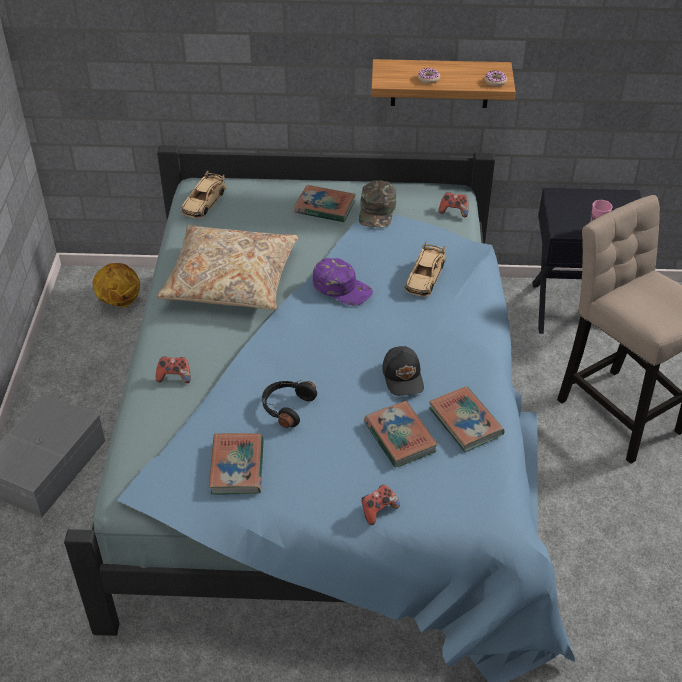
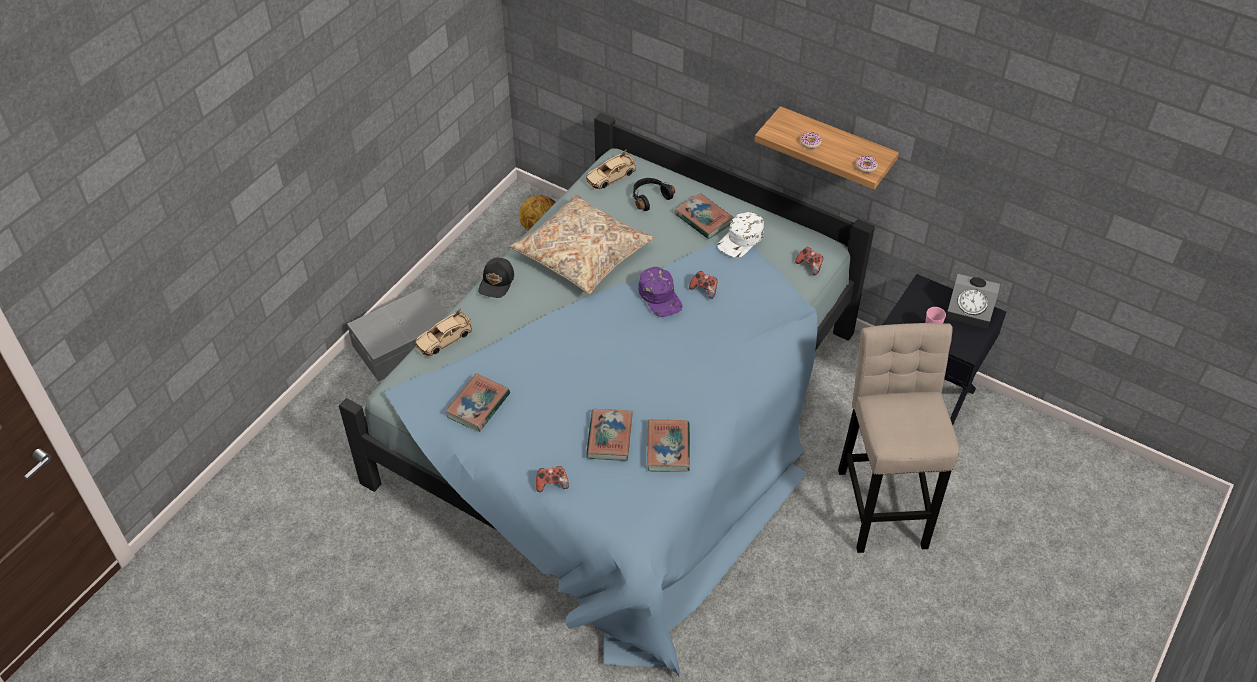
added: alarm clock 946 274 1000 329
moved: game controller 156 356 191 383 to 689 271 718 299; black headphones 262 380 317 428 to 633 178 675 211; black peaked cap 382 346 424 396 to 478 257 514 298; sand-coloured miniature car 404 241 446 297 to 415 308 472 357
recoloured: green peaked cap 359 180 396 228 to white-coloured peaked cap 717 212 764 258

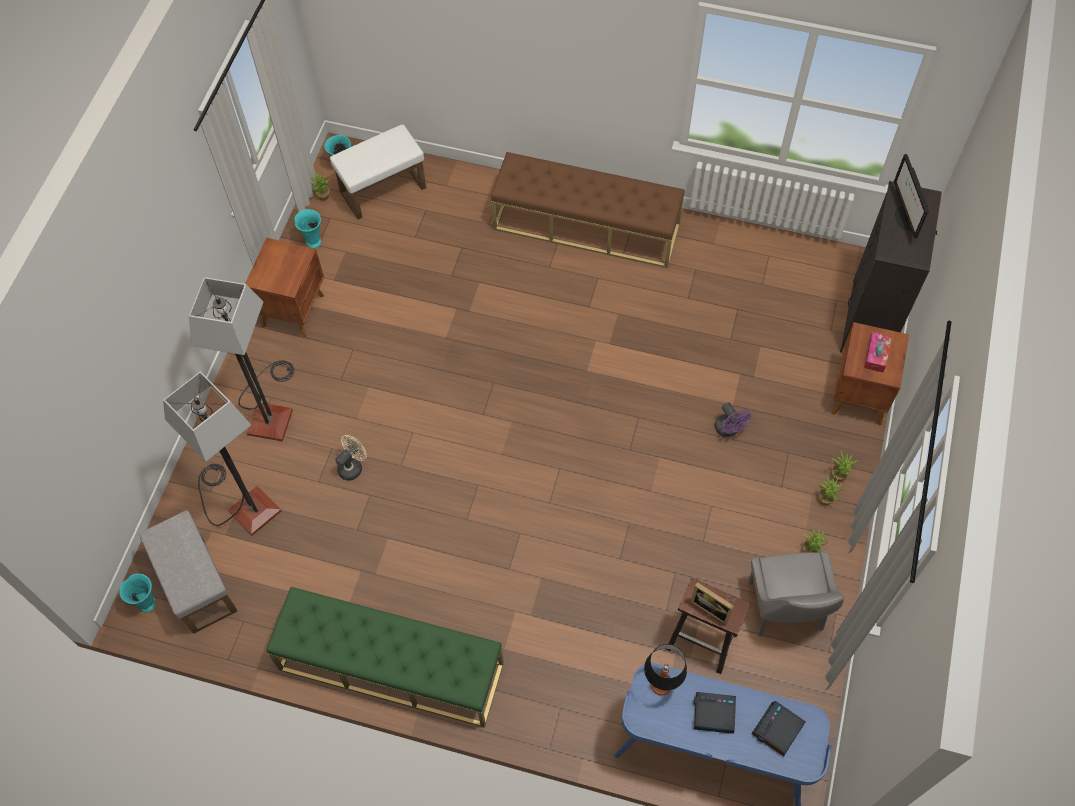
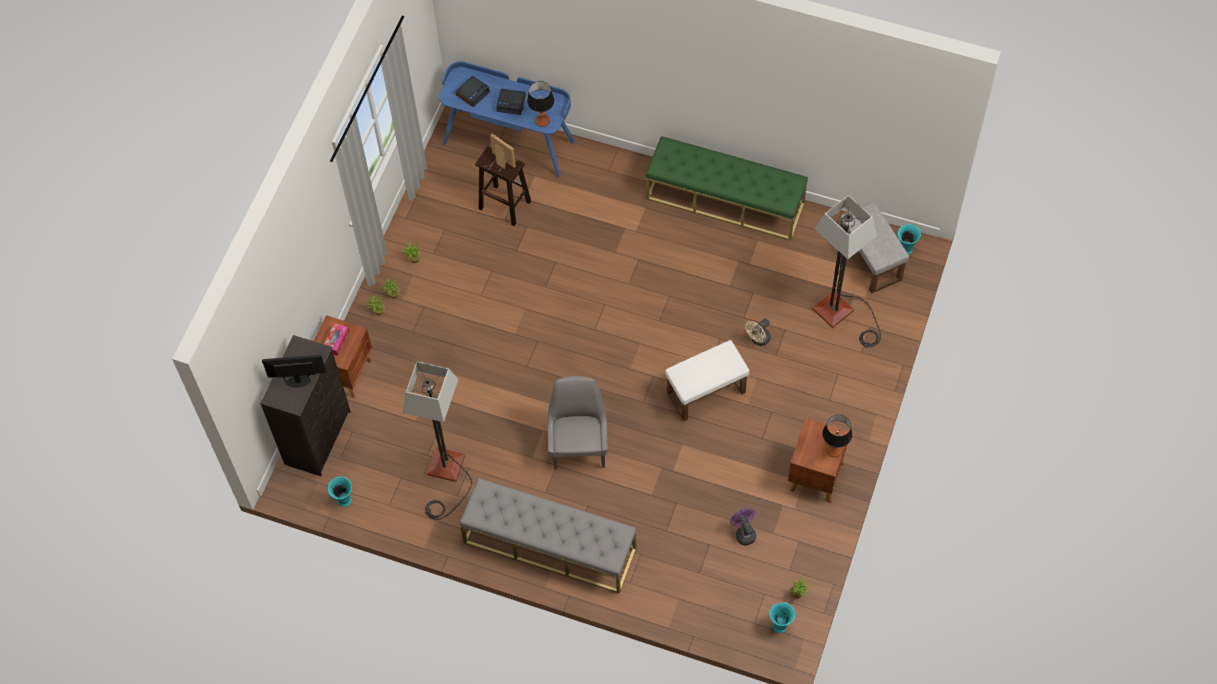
added: tabletop lamp 822 415 852 457
moved: standing lamp 189 277 294 442 to 403 361 472 520; blue-green vase 294 209 321 248 to 328 477 352 507; white-coloured ottoman 330 124 426 220 to 665 340 749 421; purplish cooling fan 715 402 751 437 to 730 508 756 545; gray chair 749 551 844 637 to 548 376 608 469
recoloured: brown-coloured indoor bench 491 152 685 268 to gray indoor bench 460 478 637 594
turned: computer screen 894 154 928 238 = 262 355 326 387 90 degrees counterclockwise

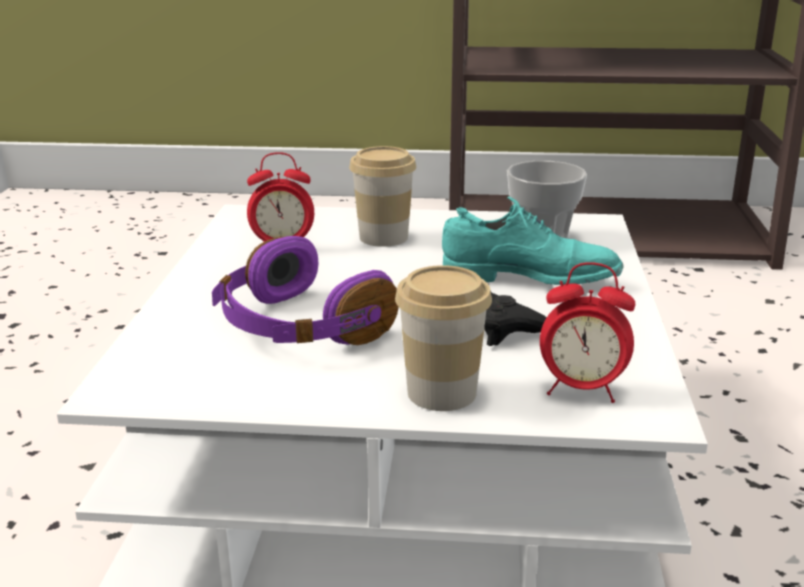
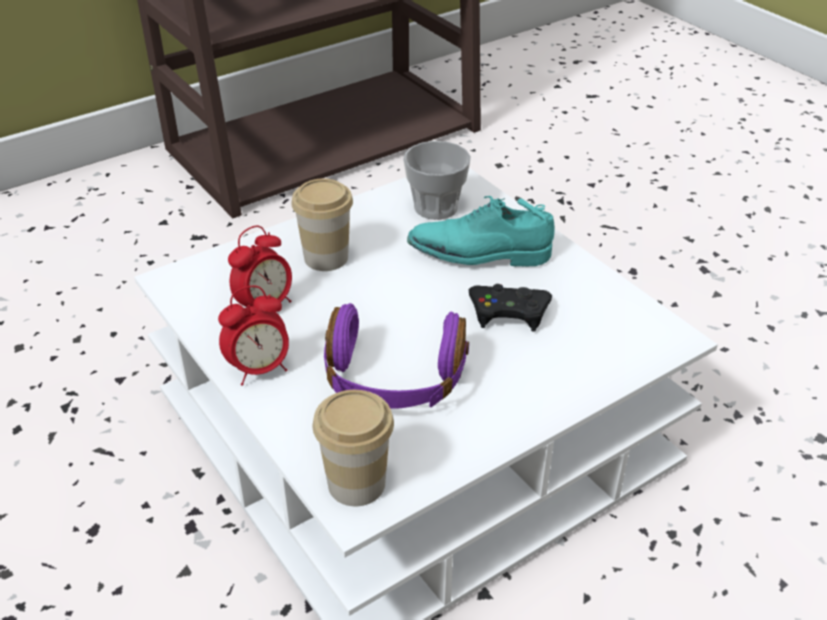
moved: drinking cup 395 265 492 411 to 313 390 394 506; alarm clock 540 262 635 403 to 218 285 289 386
turned: blue-green item of footwear 442 196 624 285 = 407 196 554 266 150 degrees counterclockwise

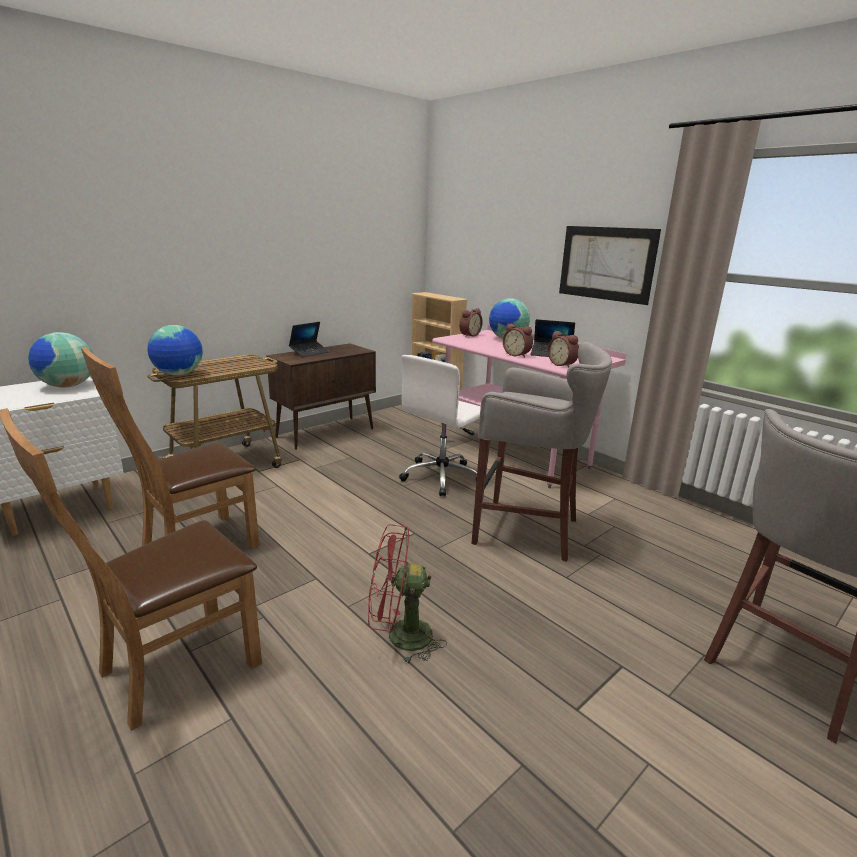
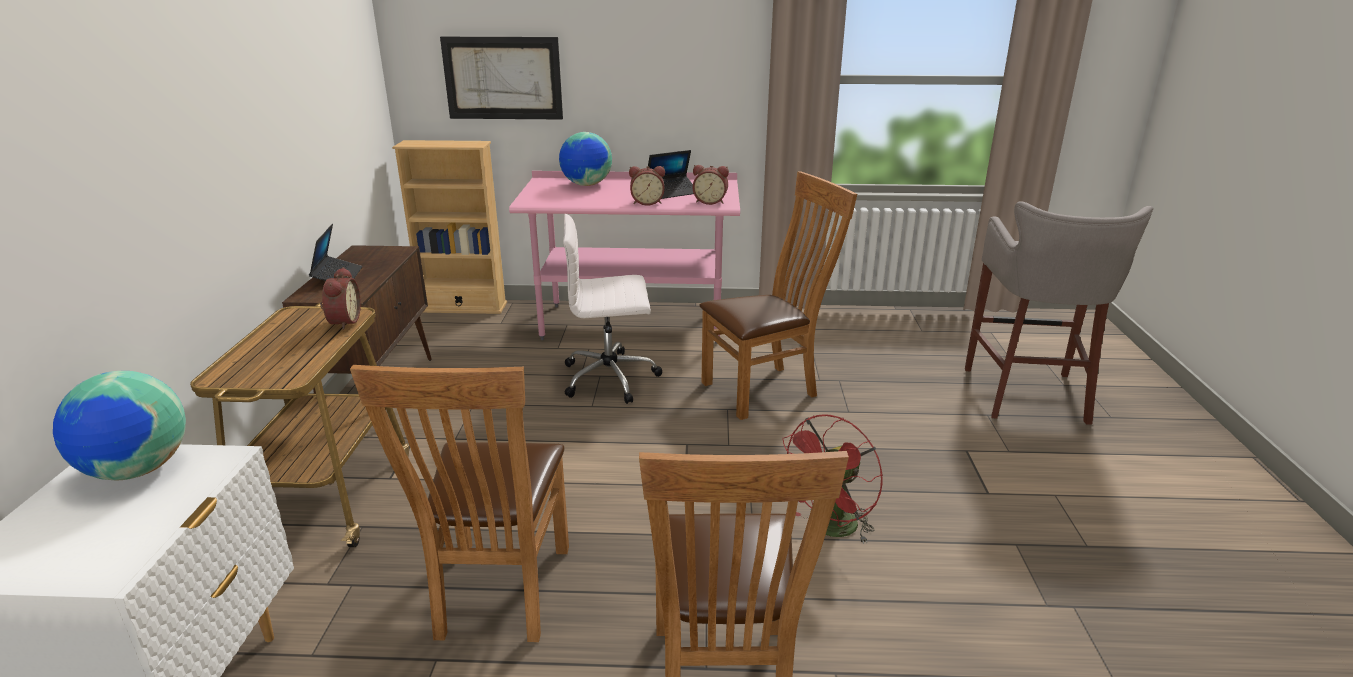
removed: desk globe 147 325 203 376
moved: alarm clock 459 308 483 337 to 320 267 361 330; picture 559 226 661 305 to 440 37 563 120
replaced: gray stool seat 471 342 612 562 to brown-coloured chair 700 171 857 420
turned: white-coloured computer chair 399 355 481 497 = 563 214 663 404 90 degrees clockwise

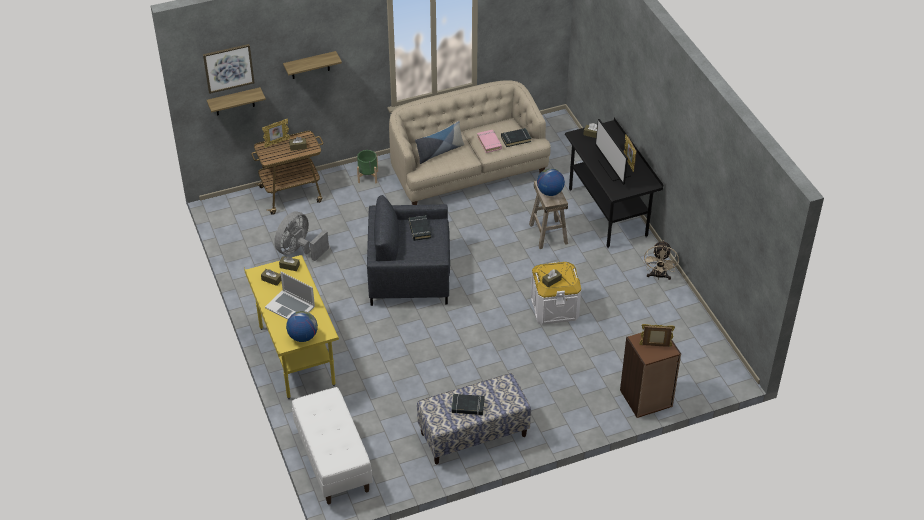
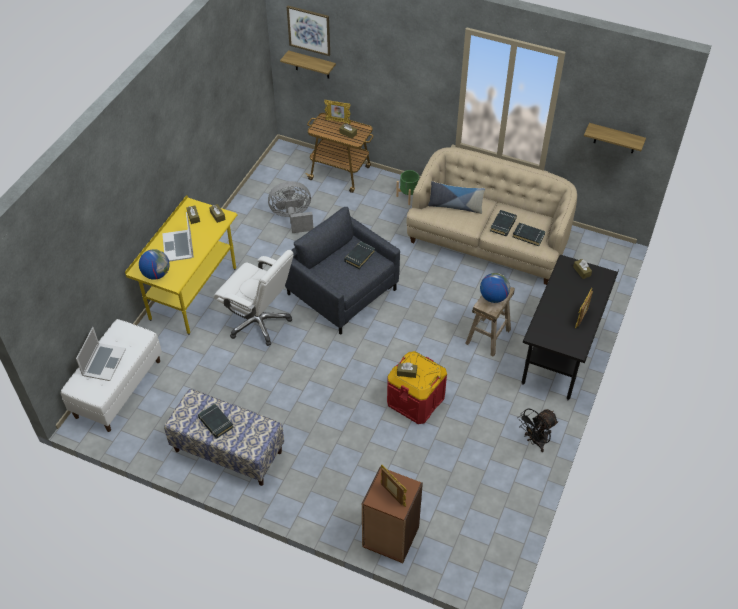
removed: computer screen 595 119 631 185
added: notebook computer 76 327 126 381; white-coloured computer chair 214 250 293 346
moved: shelf 283 51 342 79 to 584 123 646 153
recoloured: pinkish bound book 477 130 502 153 to black bound book 490 210 517 236; white-coloured storage container 531 262 581 325 to red storage container 387 351 447 424; sand-coloured cooling fan 644 240 679 280 to black cooling fan 517 409 559 452

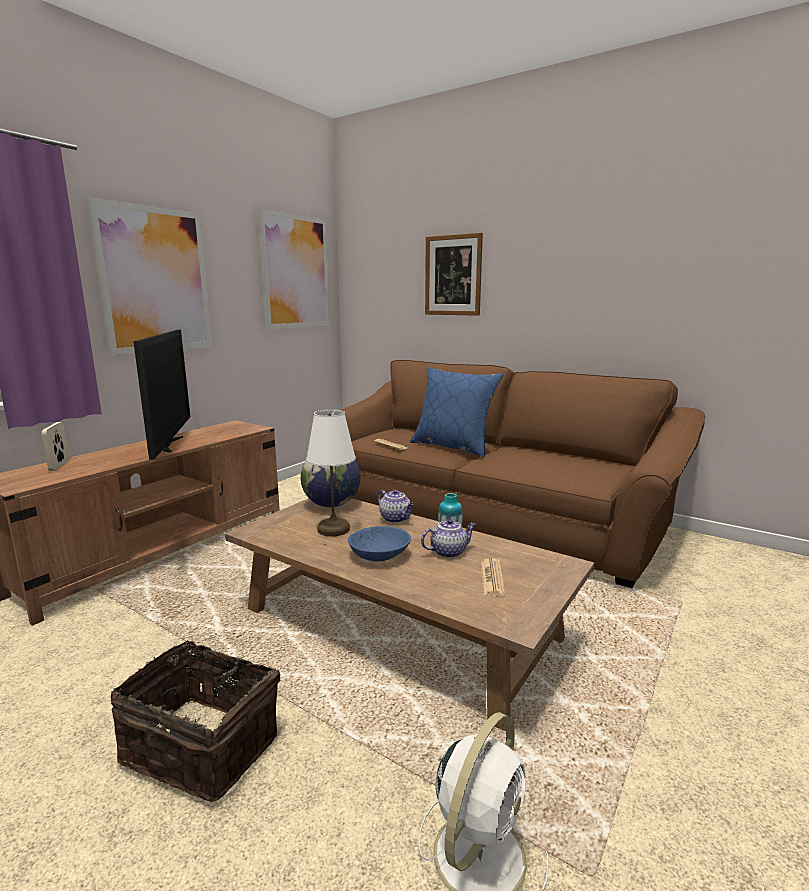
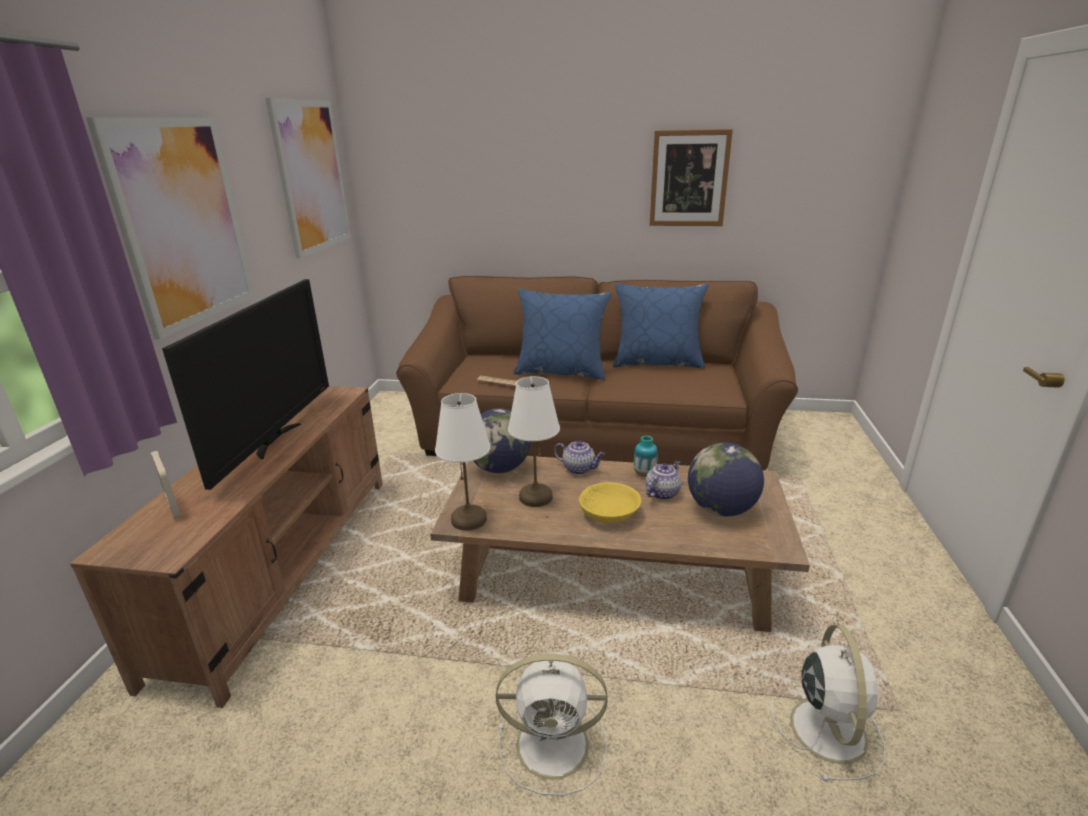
added: white-coloured tabletop lamp 435 393 490 531; blue-coloured throw pillow 613 283 709 369
moved: picture 425 233 483 316 to 650 129 733 226
replaced: household basket 111 634 280 802 to white-coloured cooling fan 496 654 607 796; newspaper 481 558 505 596 to desk globe 688 443 764 516
recoloured: blue-coloured bowl 348 526 411 561 to yellowish bowl 579 482 642 523
turned: TV set 133 330 191 460 = 162 279 329 490 45 degrees clockwise

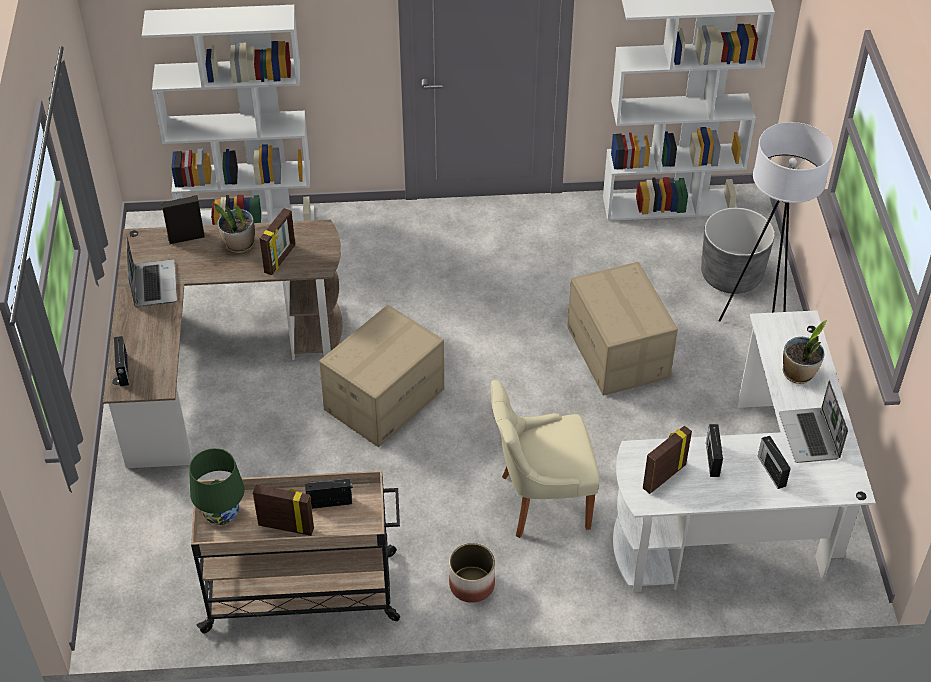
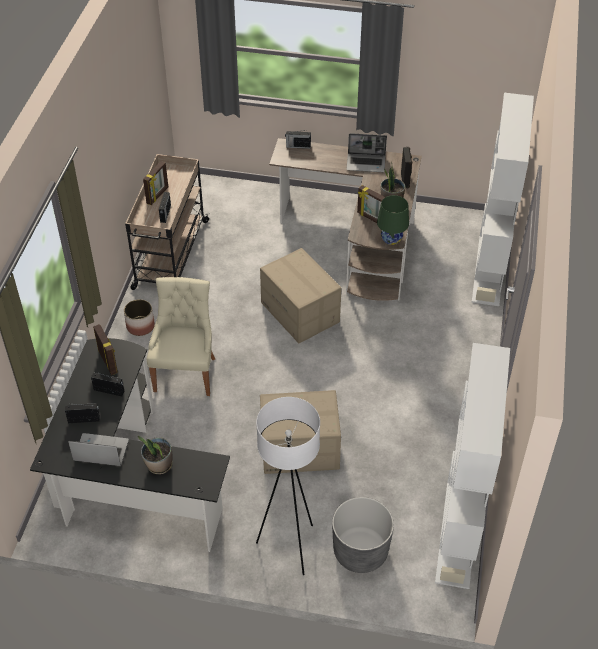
moved: green tabletop lamp 189 448 244 525 to 377 195 409 245
recoloured: white-coloured desk unit 613 310 876 592 to black desk unit 30 338 230 552

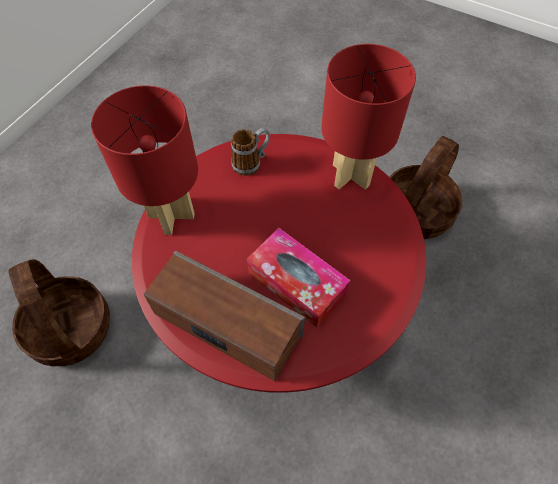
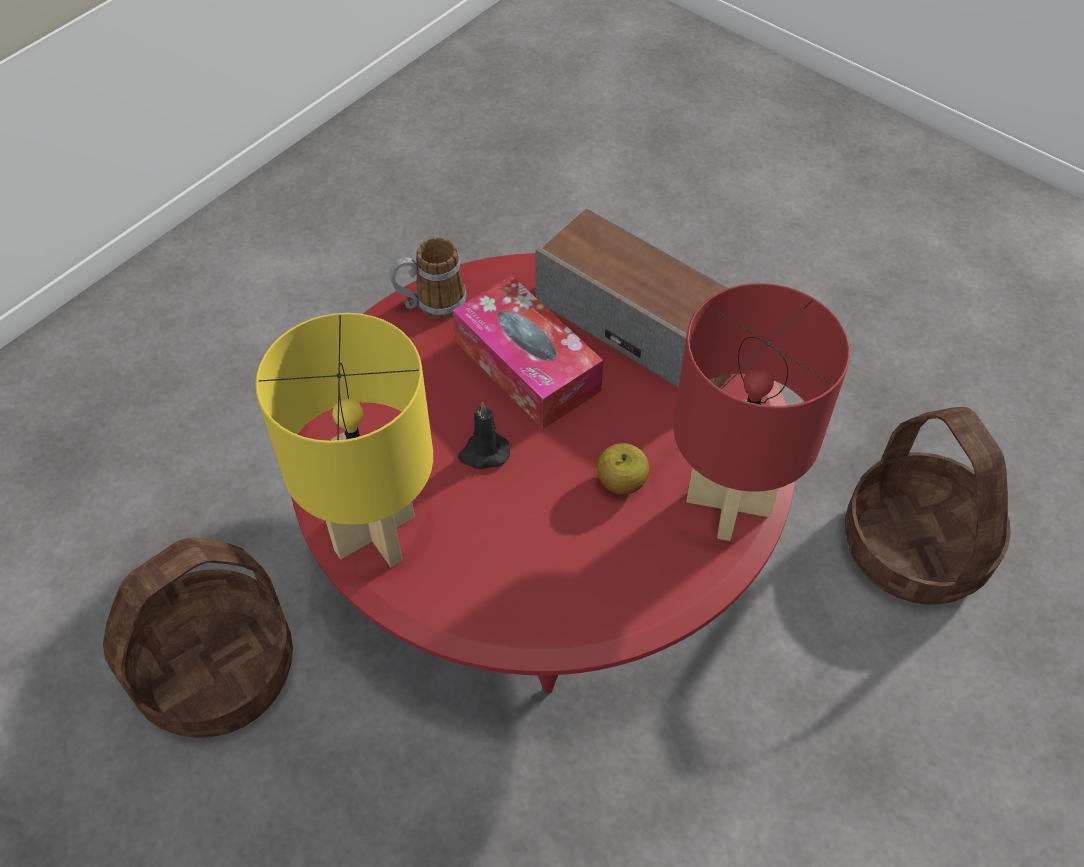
added: black candle 458 401 510 469; whole apple 597 443 649 495
moved: tea mug 231 128 270 176 to 390 237 466 318
recoloured: red tabletop lamp 321 44 416 190 to yellowish tabletop lamp 255 313 433 567

